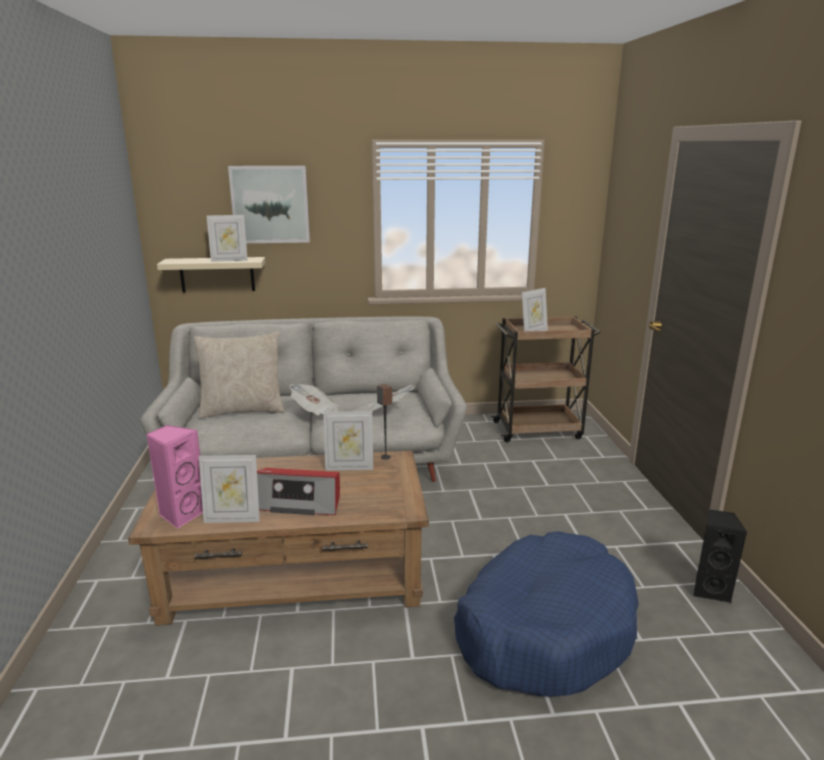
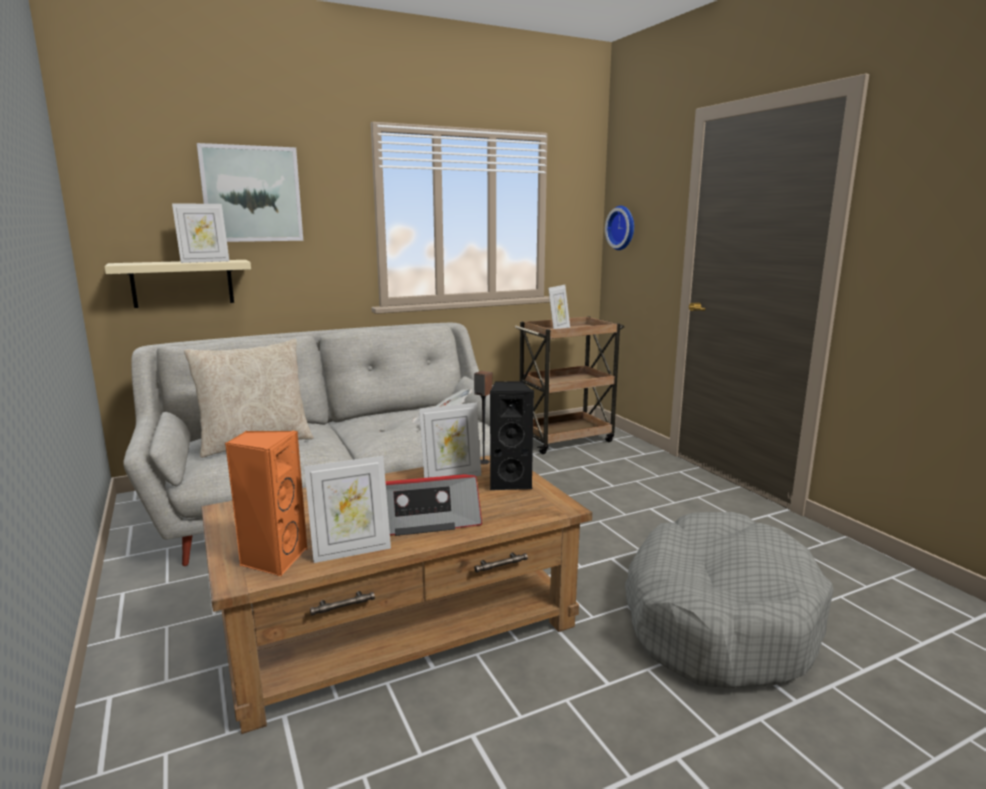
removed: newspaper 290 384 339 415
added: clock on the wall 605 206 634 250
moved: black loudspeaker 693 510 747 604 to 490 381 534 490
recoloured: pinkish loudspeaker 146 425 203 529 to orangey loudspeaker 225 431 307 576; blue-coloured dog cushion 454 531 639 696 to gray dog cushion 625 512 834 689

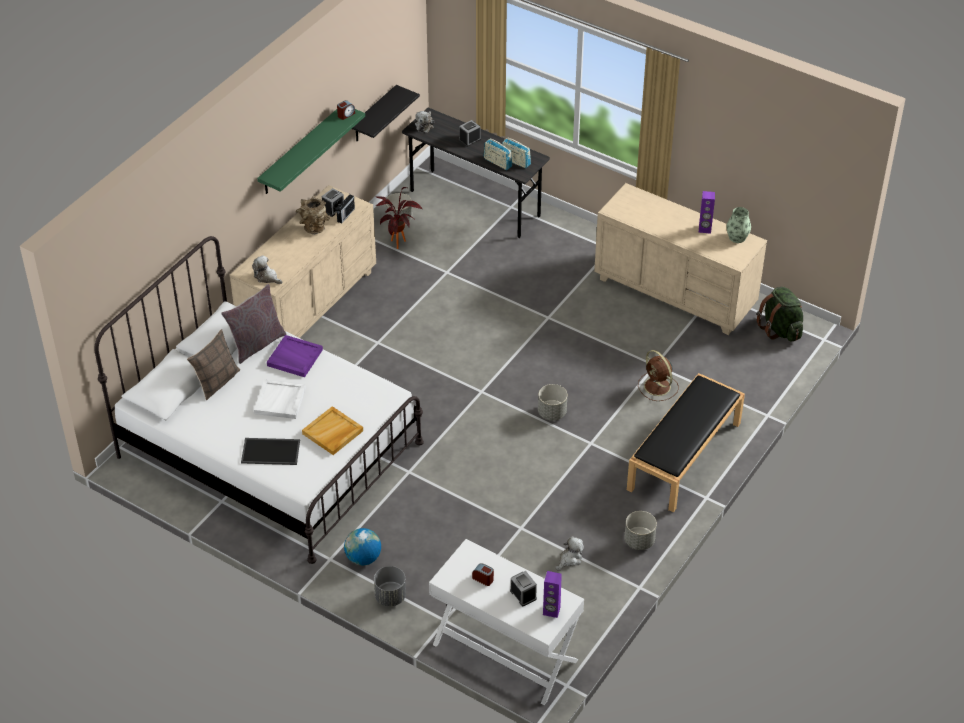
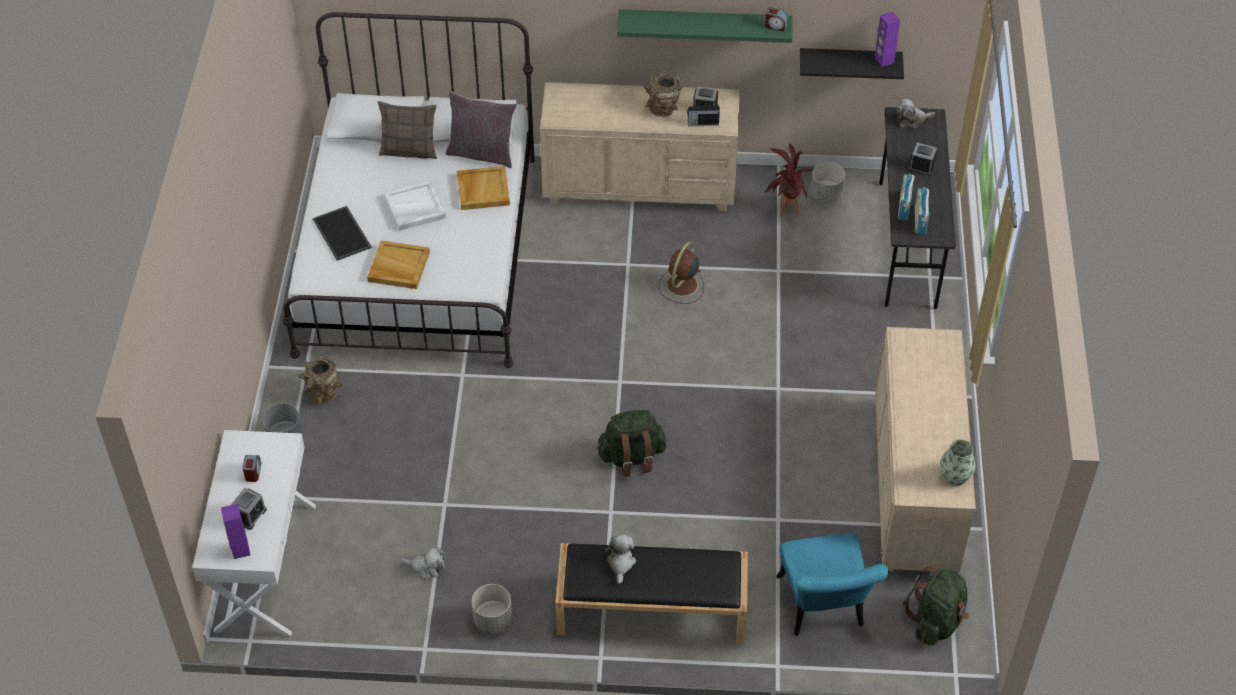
added: blue-green chair 776 533 889 636
moved: cuddly toy 252 255 282 284 to 605 534 636 584; brown-coloured cooling fan 638 350 679 401 to 659 242 704 304; purplish loudspeaker 699 191 715 234 to 875 12 900 67
replaced: desk globe 344 528 381 565 to brown-coloured vase 298 355 342 404; gray planter 538 384 567 421 to green rucksack 596 410 666 477
recoloured: purplish carrying tray 267 335 323 377 to sand-coloured carrying tray 457 166 510 210

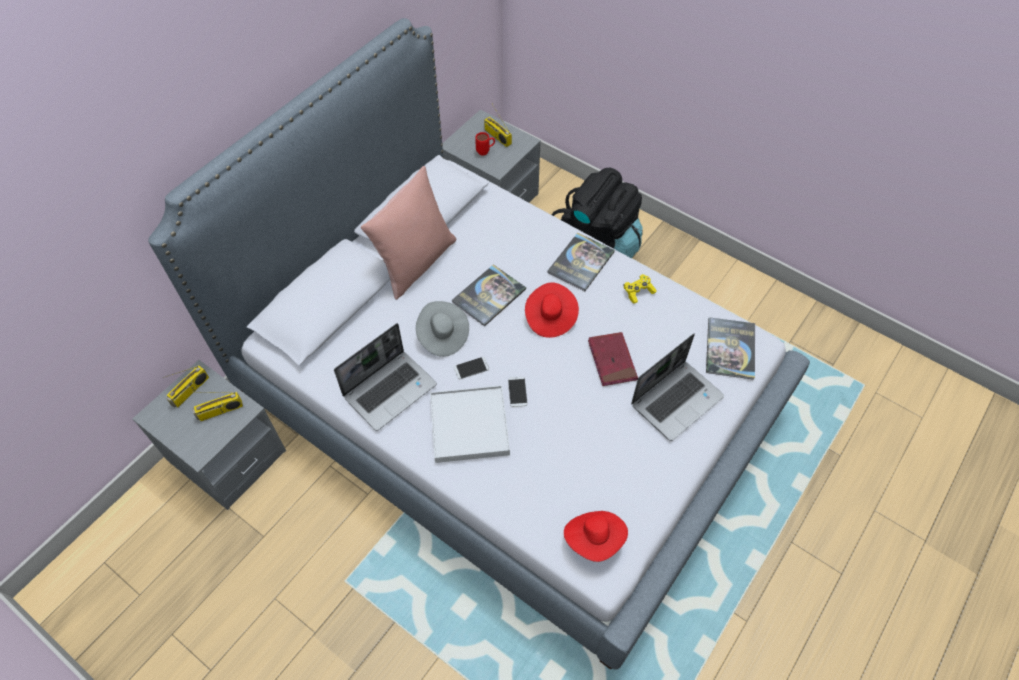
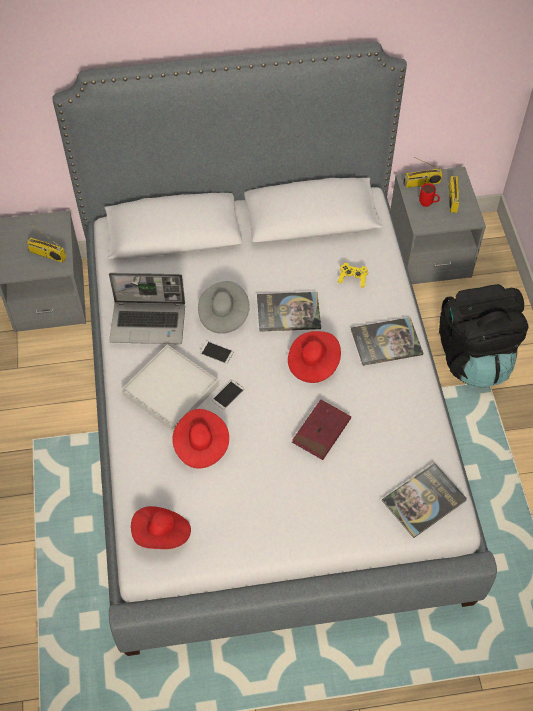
removed: pinkish throw pillow 361 166 456 300; notebook computer 631 334 724 441
added: red clothing hat 172 409 229 469
moved: radio receiver 163 365 209 408 to 403 157 443 188; yellowish game controller 623 274 657 304 to 338 263 368 288

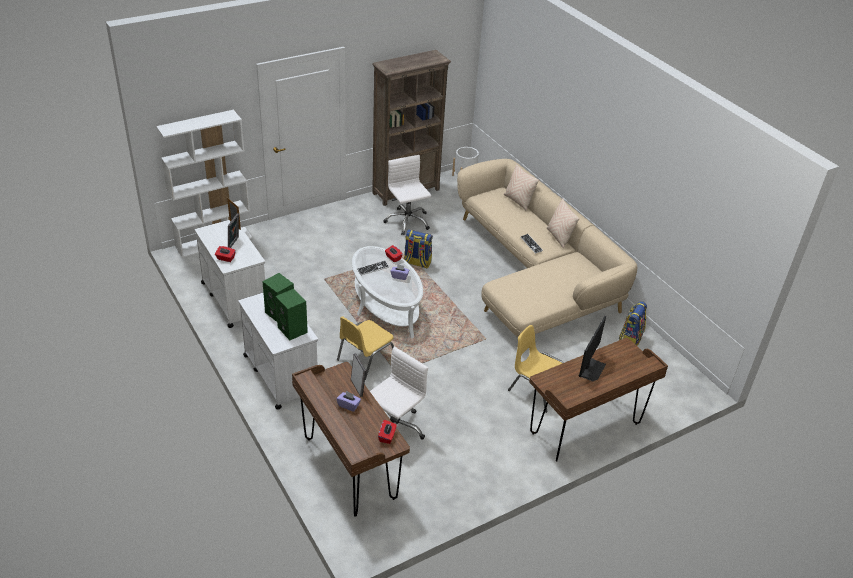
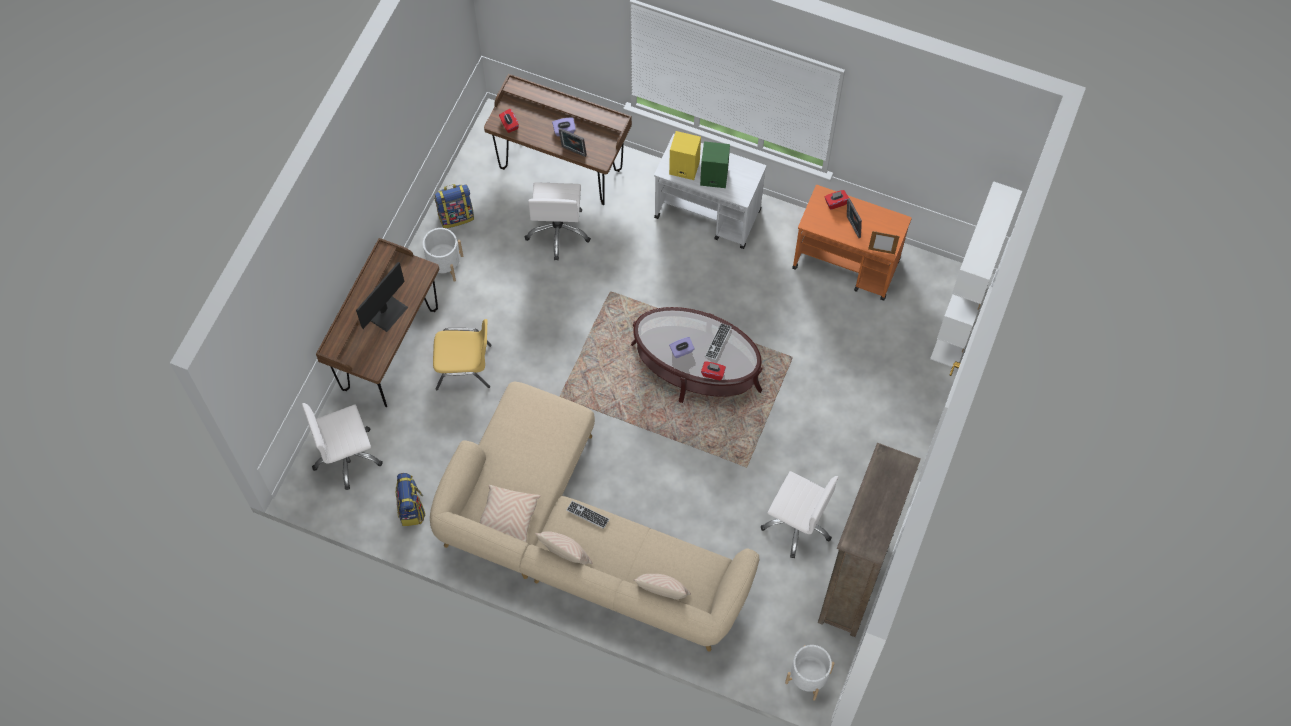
removed: yellowish chair 337 316 394 380
added: white-coloured computer chair 302 403 383 490; white-coloured planter 423 228 463 282; sand-coloured throw pillow 480 485 541 542
moved: rucksack 404 229 433 269 to 434 184 474 228
recoloured: white-coloured trolley 195 220 265 328 to orangey trolley 792 185 912 301; green loudspeaker 275 289 308 340 to yellowish loudspeaker 669 131 701 180; white-coloured coffee table 352 246 423 338 to brown-coloured coffee table 631 307 763 403
turned: computer screen 579 316 606 381 = 356 262 408 332 135 degrees counterclockwise

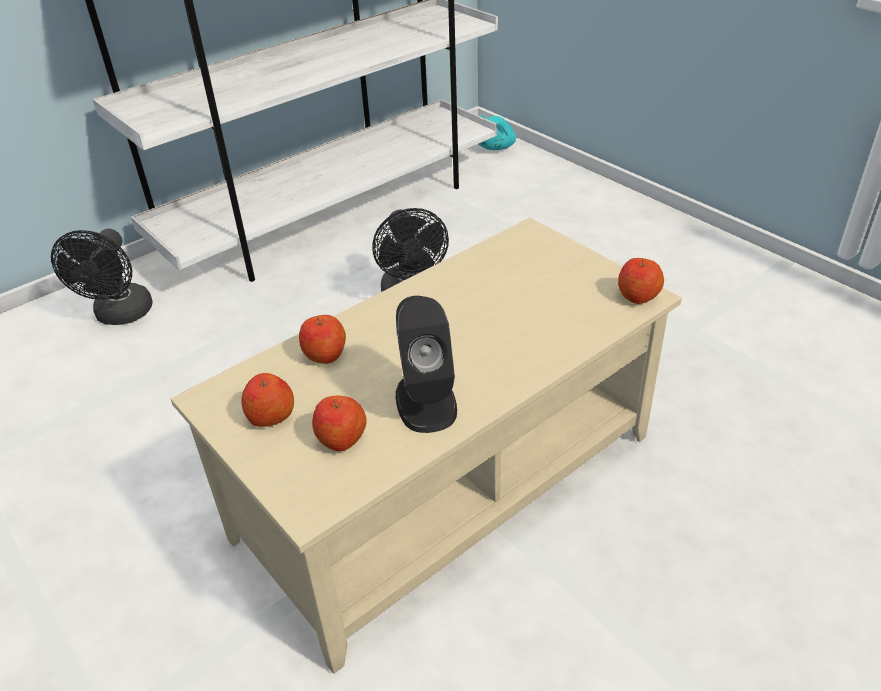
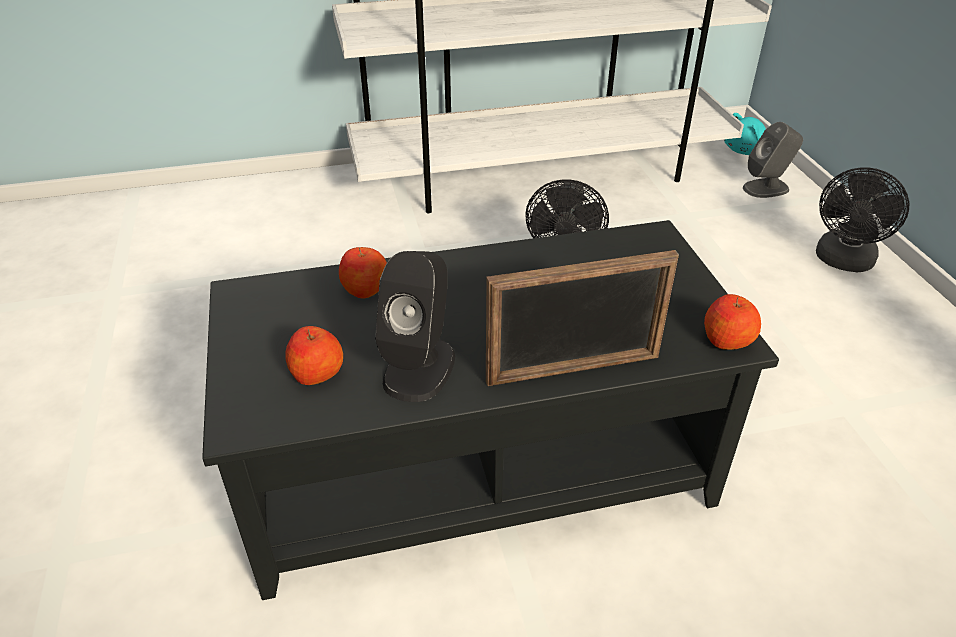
removed: whole apple 241 373 294 427
added: photo frame 486 250 679 386; gray loudspeaker 743 122 803 198
moved: black cooling fan 51 229 153 325 to 816 167 909 273
recoloured: sand-coloured coffee table 171 218 682 674 to black coffee table 202 220 779 600

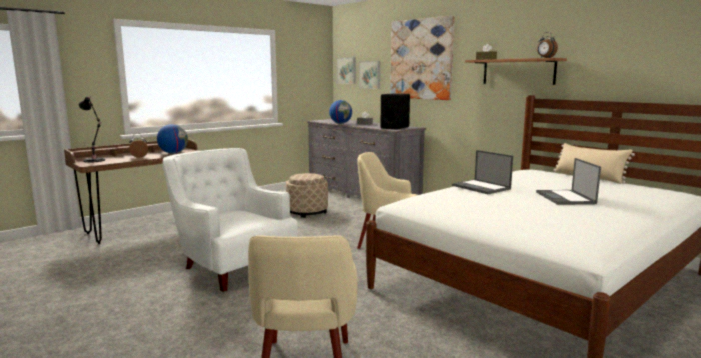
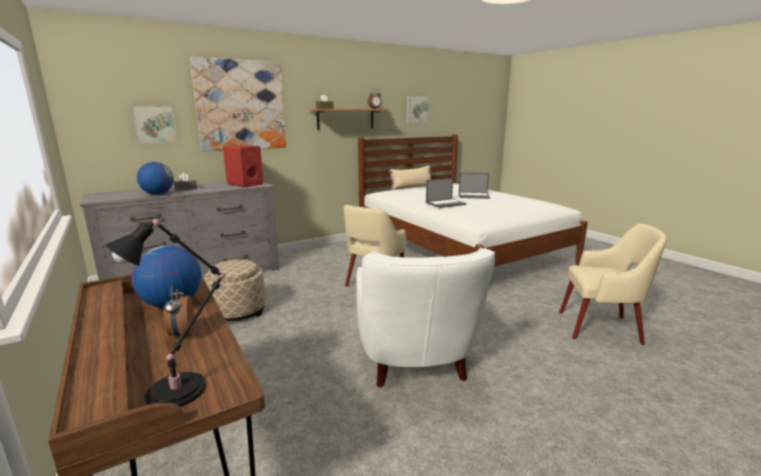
moved: picture 337 57 356 84 to 407 95 430 123
recoloured: black loudspeaker 381 93 410 130 to red loudspeaker 223 145 263 187
turned: white-coloured easy chair 163 148 298 292 = 356 247 495 388 60 degrees counterclockwise

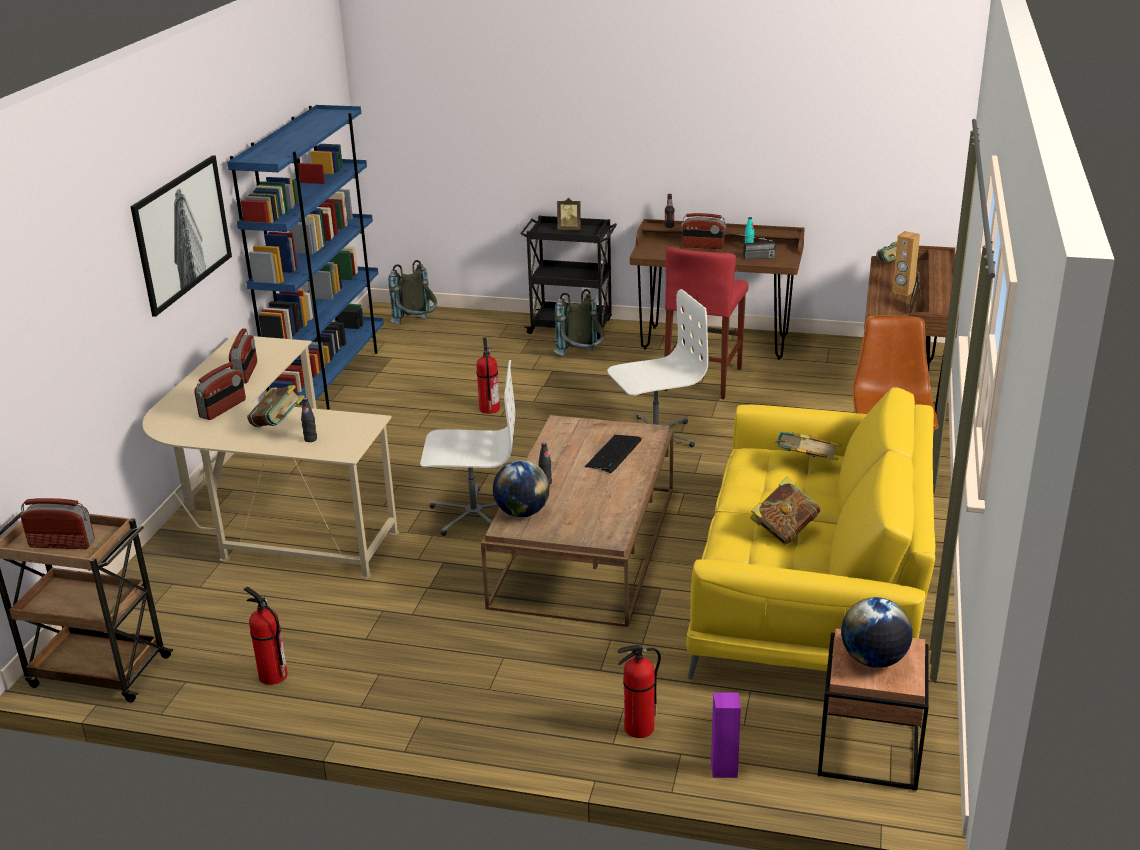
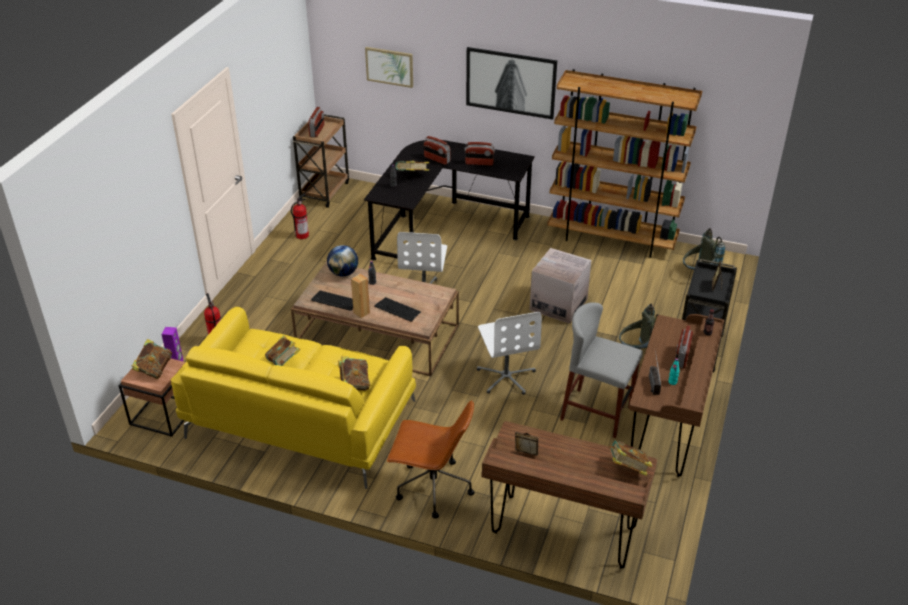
added: PC keyboard 311 291 353 311; picture 365 47 413 88
moved: brown-coloured loudspeaker 892 231 920 296 to 351 274 370 318
replaced: extinguisher 476 337 500 414 to packing box 529 248 591 324; desk globe 841 597 912 668 to bound book 132 339 172 379
recoloured: sand-coloured desk unit 143 335 399 579 to black desk unit 364 140 535 261; blue-coloured bookshelf 227 105 384 409 to brown-coloured bookshelf 547 69 702 258; red stool seat 663 247 749 399 to gray stool seat 560 302 643 438

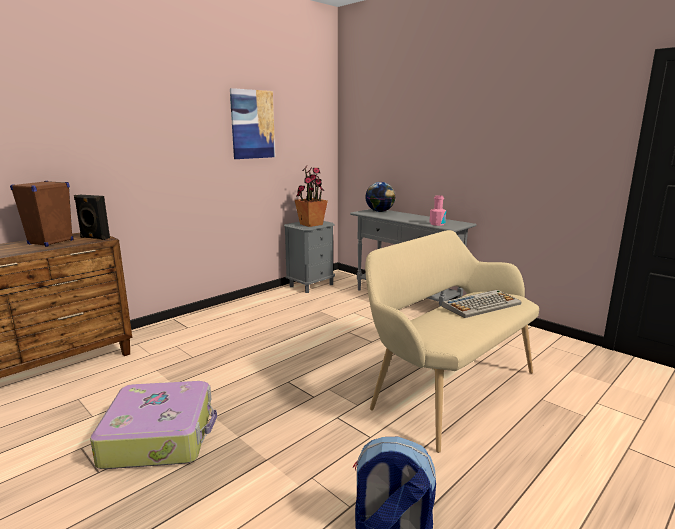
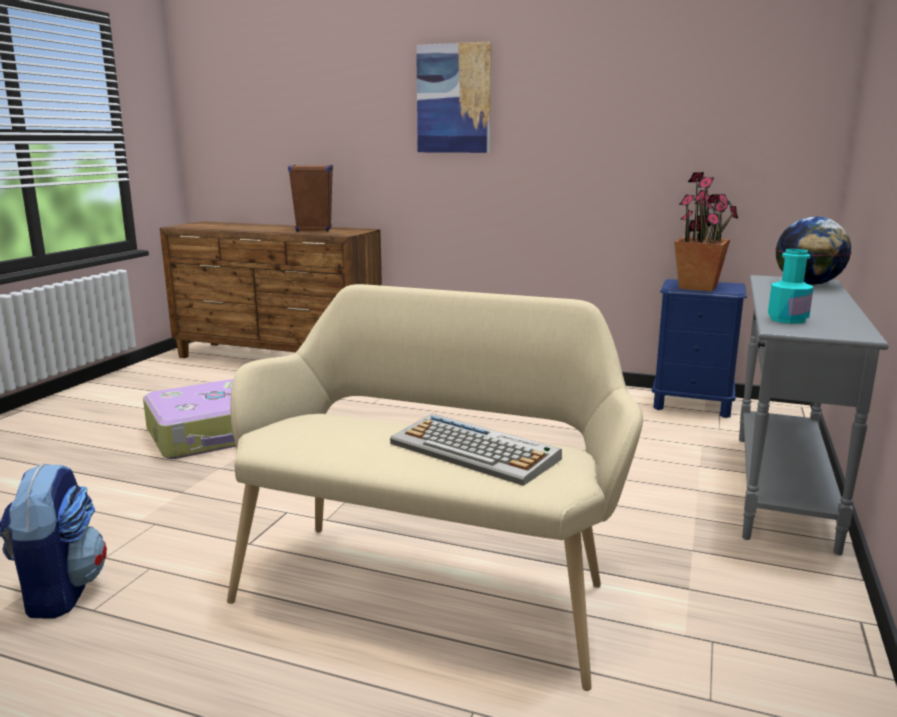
removed: black loudspeaker 74 195 110 240
moved: picture 230 88 275 159 to 416 42 492 153
recoloured: gray nightstand 284 221 335 293 to blue-coloured nightstand 652 279 747 418; pinkish beverage bottle 430 195 446 226 to blue-green beverage bottle 768 249 813 324

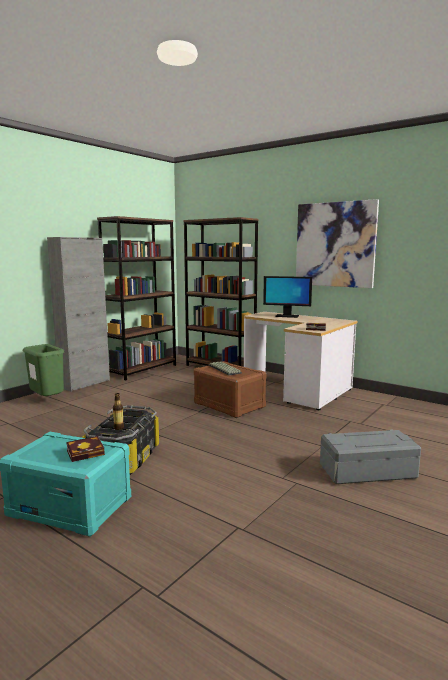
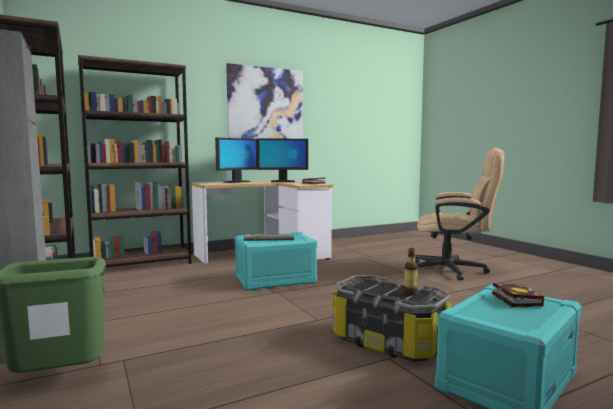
added: computer screen 257 139 308 182
replaced: gray storage container 320 429 421 484 to sand-coloured computer chair 415 148 505 281
recoloured: brown-coloured storage container 194 361 267 418 to blue-green storage container 235 232 317 291

